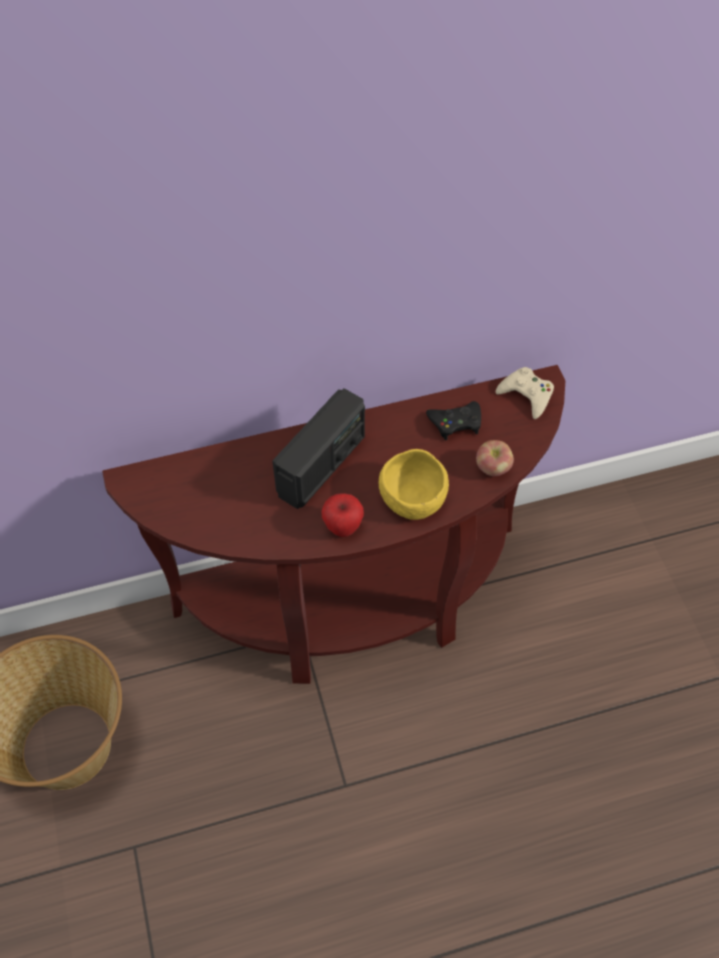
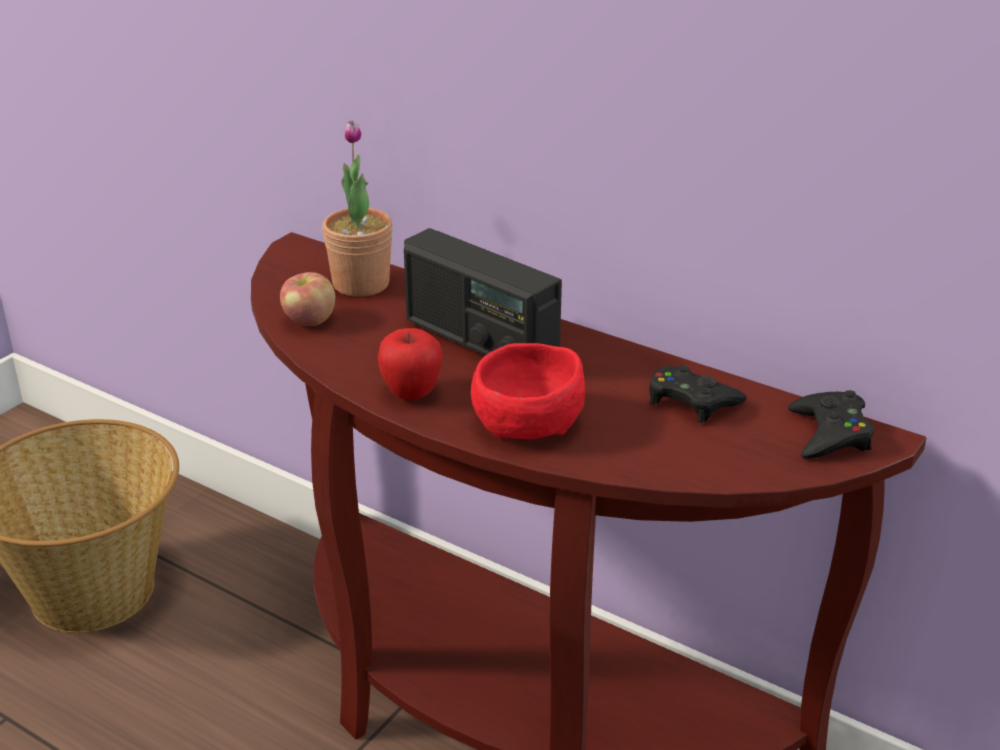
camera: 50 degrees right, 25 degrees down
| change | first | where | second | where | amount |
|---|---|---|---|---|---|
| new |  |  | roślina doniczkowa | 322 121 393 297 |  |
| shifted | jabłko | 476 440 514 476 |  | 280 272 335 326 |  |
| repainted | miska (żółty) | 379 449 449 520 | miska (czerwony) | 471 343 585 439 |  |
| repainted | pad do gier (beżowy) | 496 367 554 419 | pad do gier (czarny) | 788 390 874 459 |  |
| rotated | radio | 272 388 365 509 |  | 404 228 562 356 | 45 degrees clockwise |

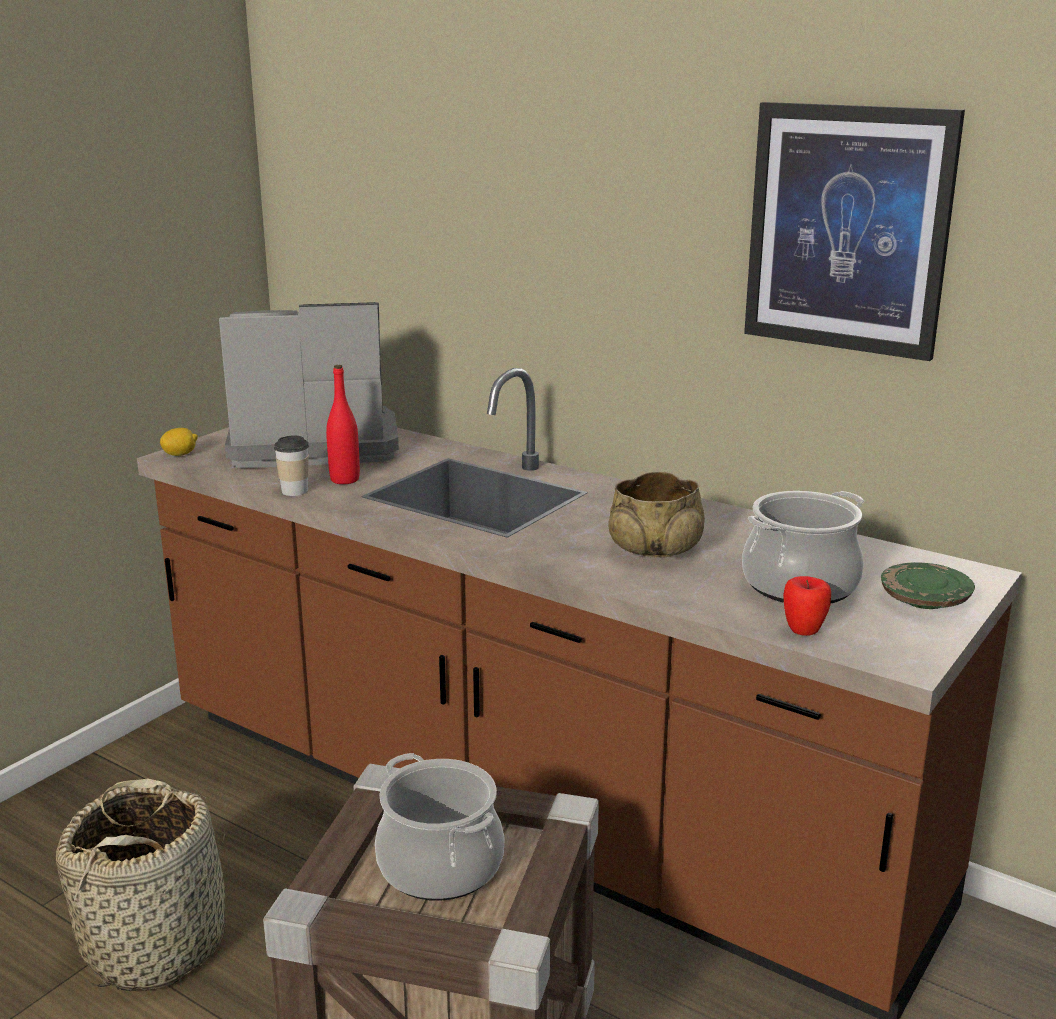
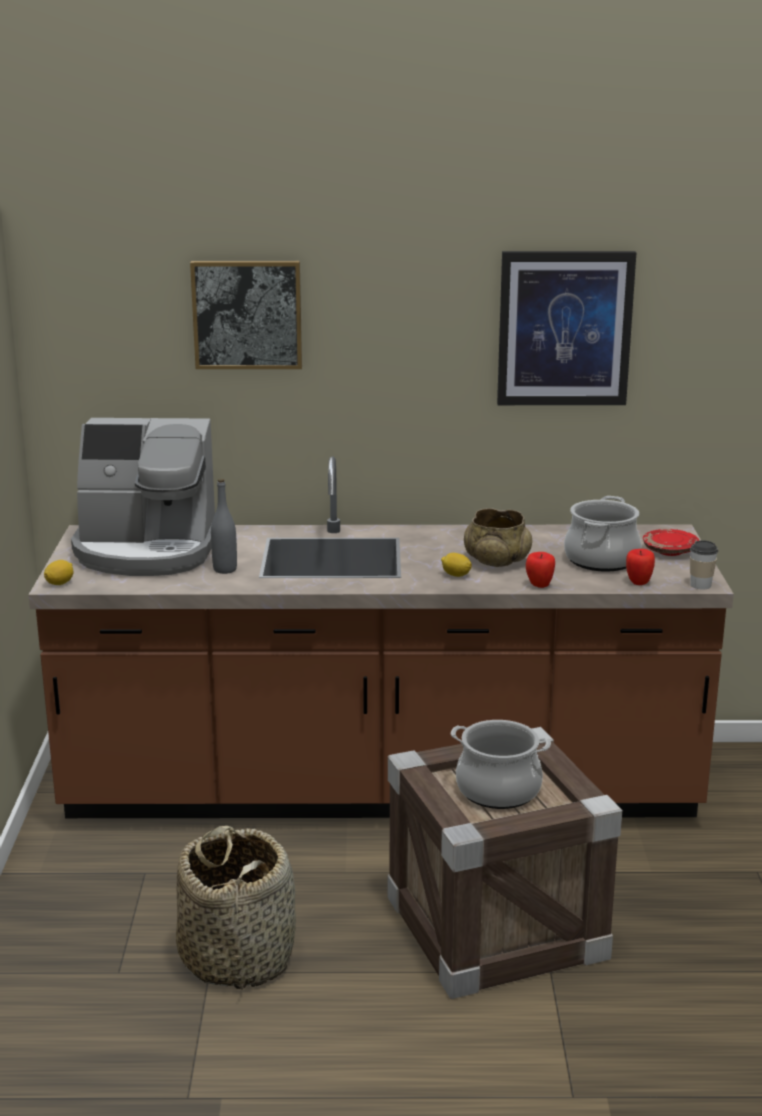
camera: 35 degrees left, 0 degrees up
| change | first | where | second | where | amount |
|---|---|---|---|---|---|
| new |  |  | obraz | 190 261 302 369 |  |
| new |  |  | cytryna | 441 553 472 577 |  |
| new |  |  | jabłko | 526 552 555 588 |  |
| shifted | filiżanka | 274 435 309 496 |  | 690 540 718 589 |  |
| repainted | butelka (czerwony) | 326 365 360 484 | butelka (szary) | 211 479 237 574 |  |
| repainted | talerz (zielony) | 881 562 975 609 | talerz (czerwony) | 643 529 699 556 |  |
| rotated | ekspres do kawy | 219 302 399 468 |  | 71 418 215 576 | 135 degrees counterclockwise |

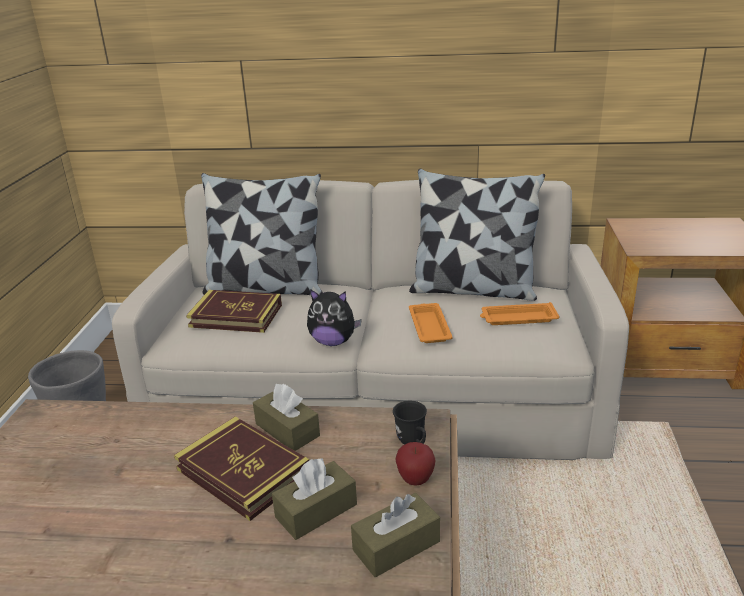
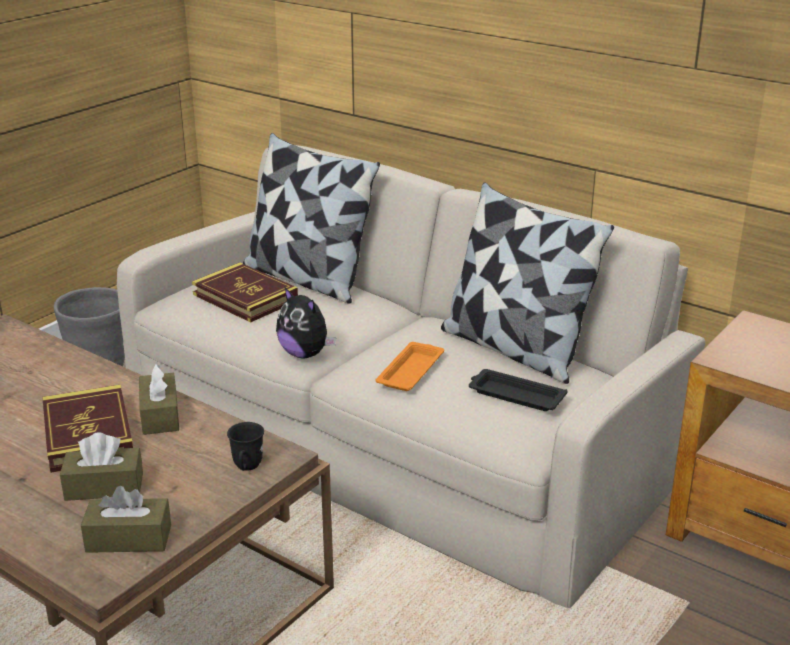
camera: 30 degrees right, 0 degrees up
| change | first | where | second | where | amount |
|---|---|---|---|---|---|
| gone | jabłko | 395 442 436 486 |  |  |  |
| repainted | taca (pomarańczowy) | 480 302 560 325 | taca (czarny) | 469 369 567 411 |  |

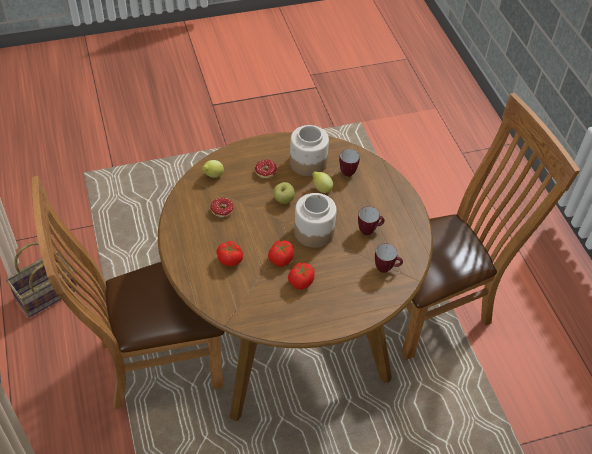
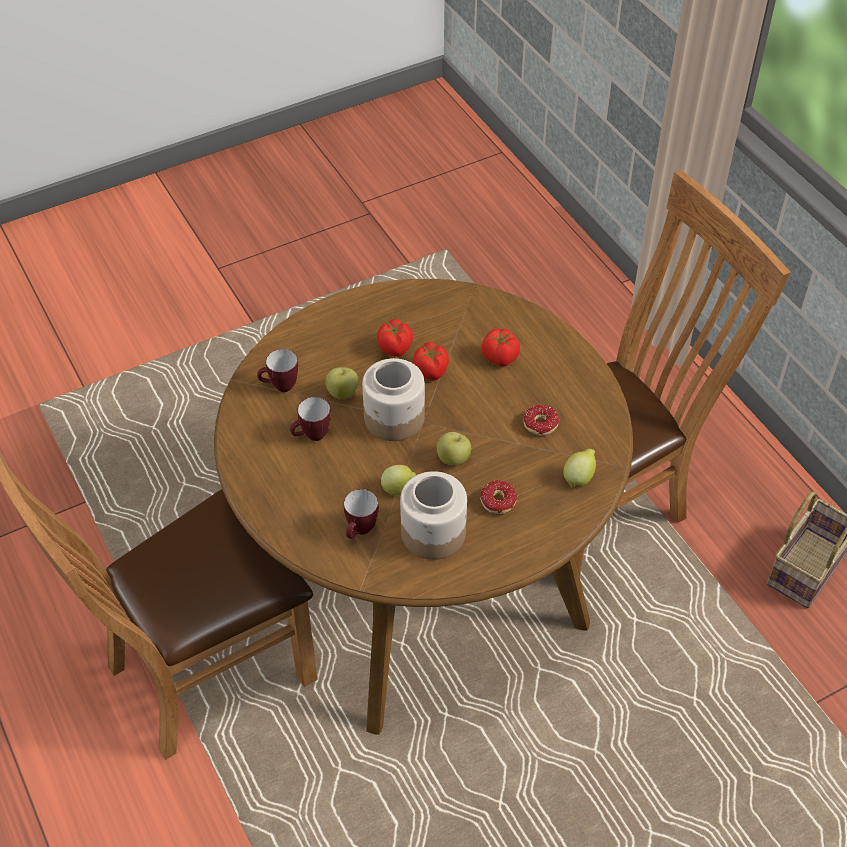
camera: 170 degrees right, 0 degrees up
| change | first | where | second | where | amount |
|---|---|---|---|---|---|
| new |  |  | jabłko | 325 367 359 399 |  |

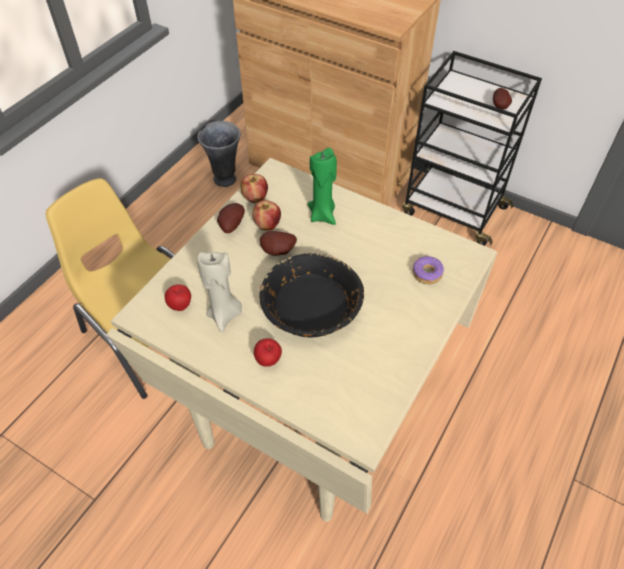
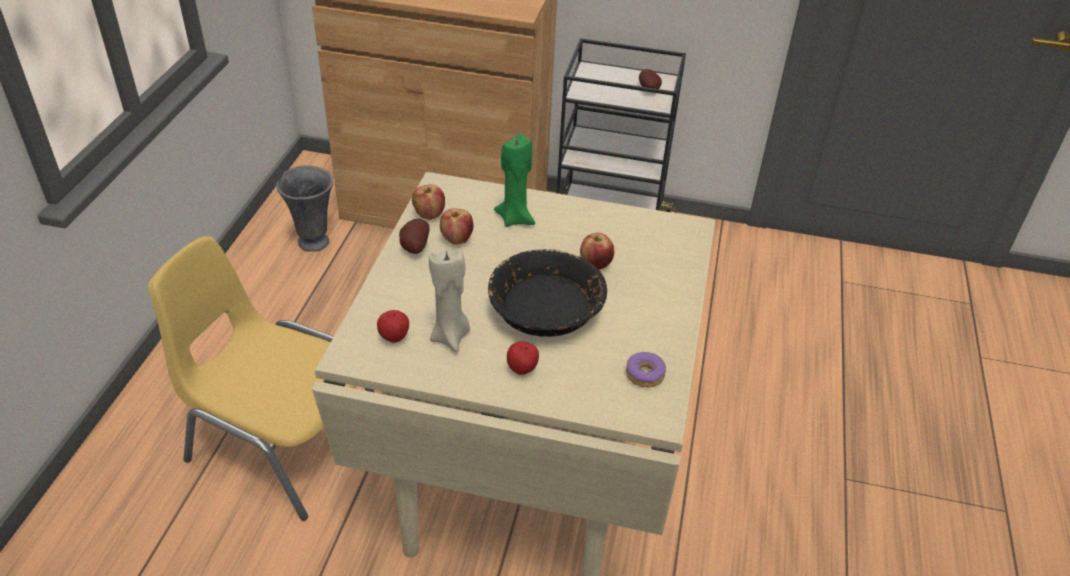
camera: 20 degrees left, 10 degrees down
| change | first | where | second | where | amount |
|---|---|---|---|---|---|
| gone | ziemniak | 260 231 297 256 |  |  |  |
| new |  |  | jabłko | 580 233 614 270 |  |
| shifted | donut | 413 256 444 285 |  | 626 352 666 387 |  |

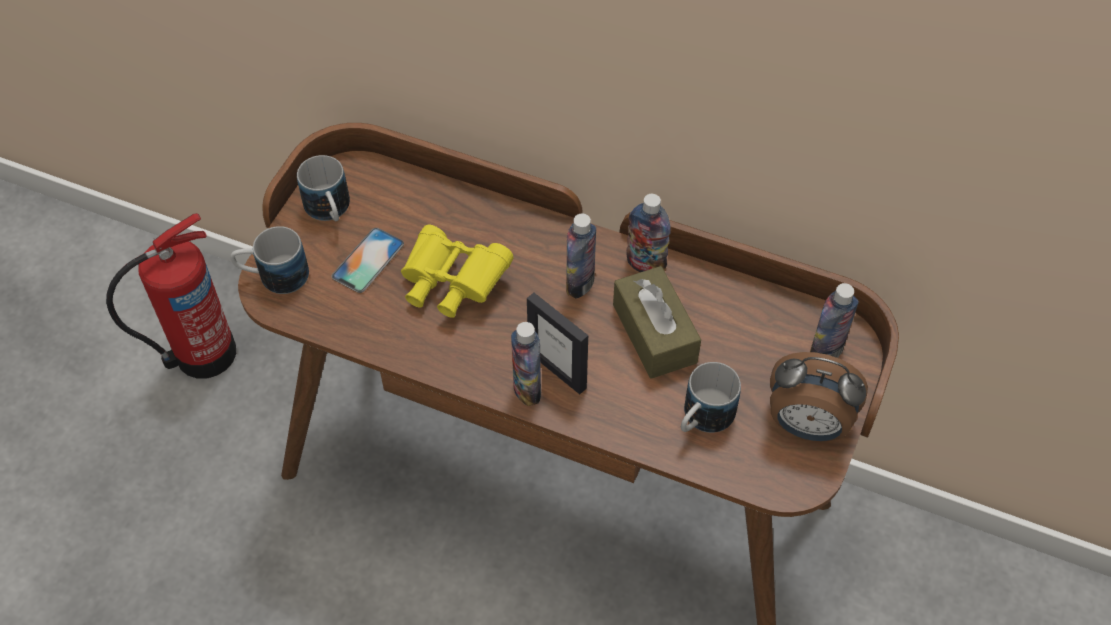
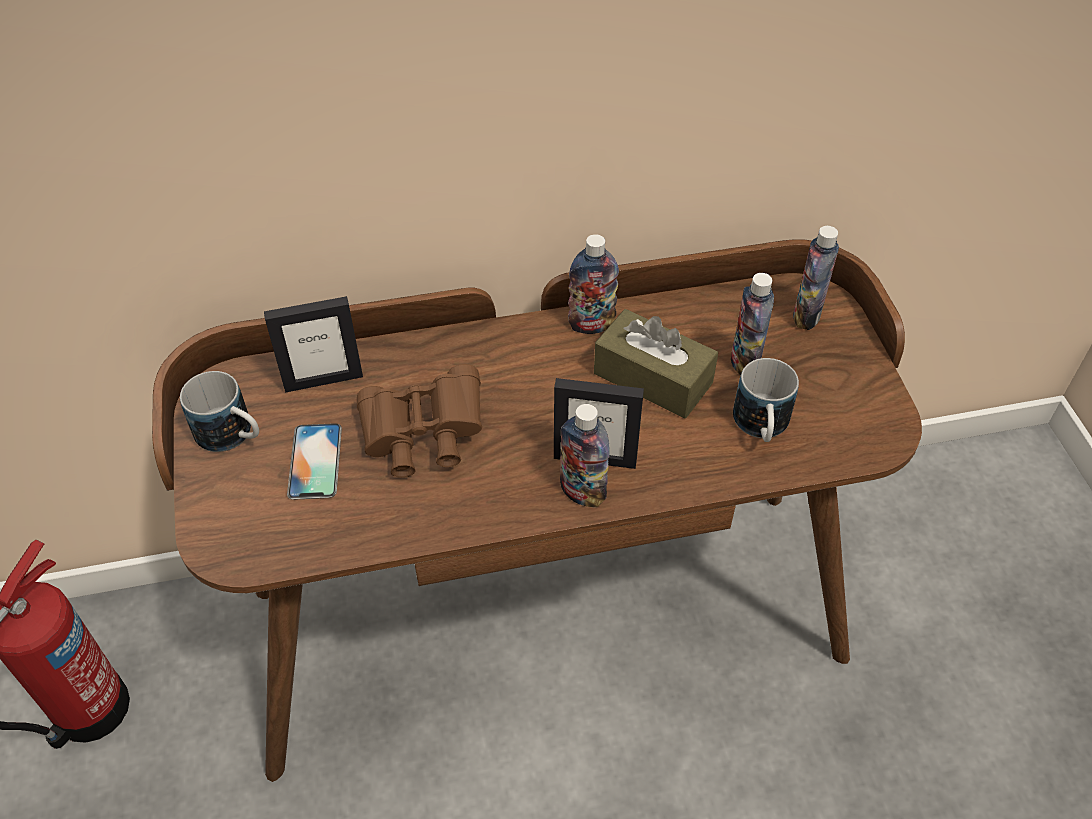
camera: 35 degrees left, 5 degrees down
| change | first | where | second | where | amount |
|---|---|---|---|---|---|
| gone | kubek | 230 226 309 294 |  |  |  |
| gone | budzik | 770 352 868 441 |  |  |  |
| new |  |  | ramka na zdjęcie | 264 296 363 392 |  |
| shifted | butelka | 566 214 596 299 |  | 731 273 774 376 |  |
| repainted | lornetka (żółty) | 401 225 513 318 | lornetka (brązowy) | 357 364 482 478 |  |

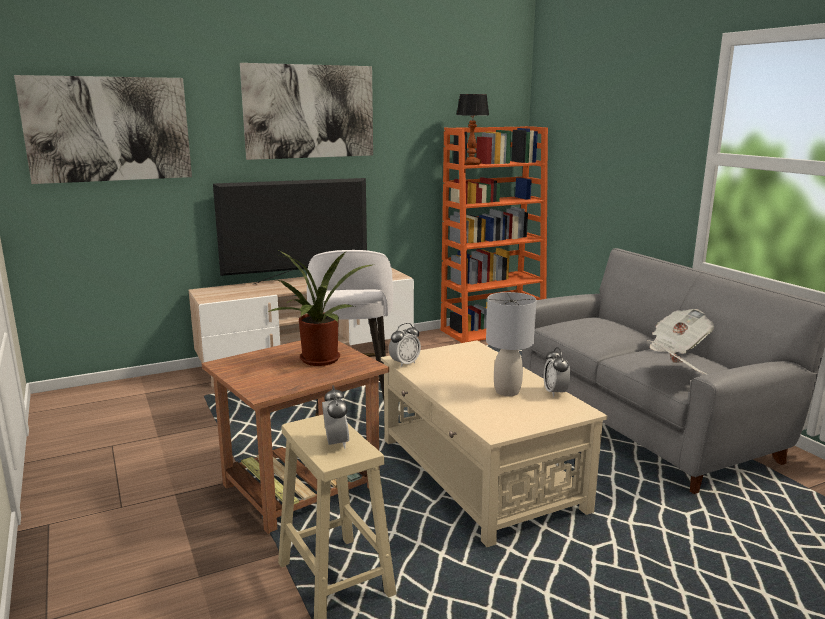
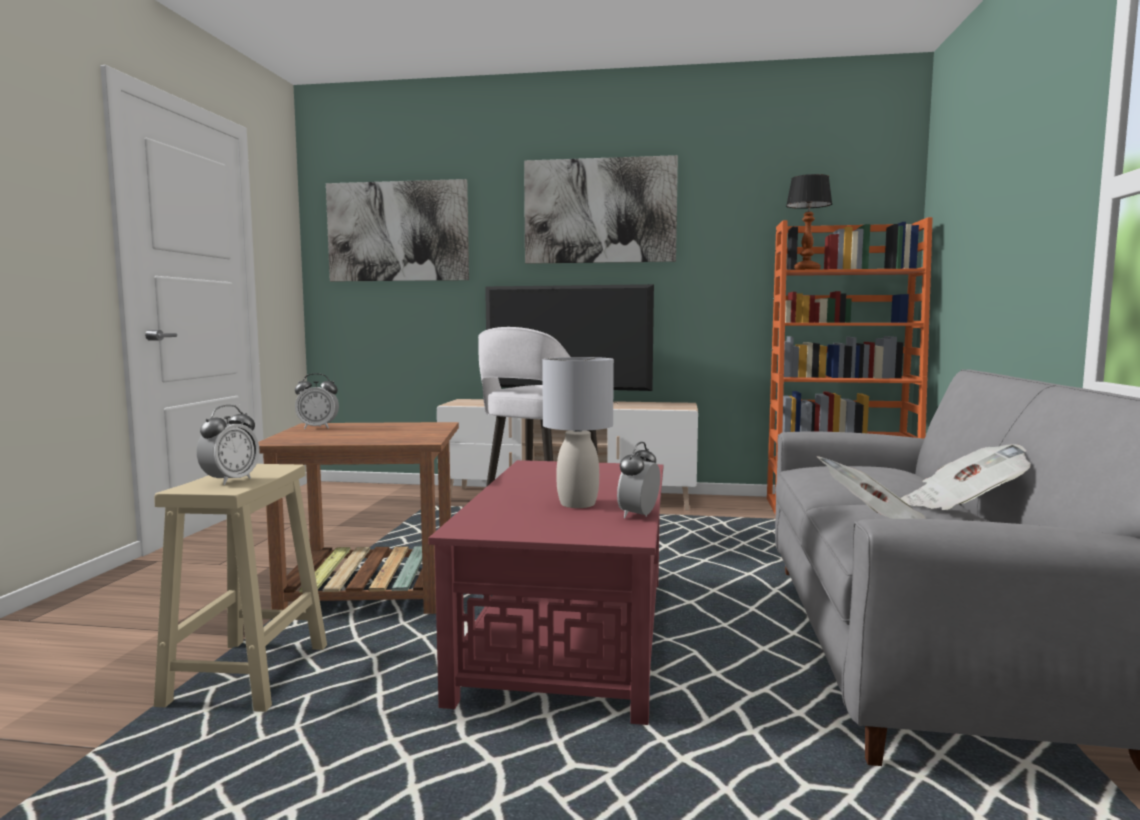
camera: 35 degrees right, 10 degrees down
| change | first | where | second | where | amount |
|---|---|---|---|---|---|
| gone | roślina doniczkowa | 268 250 372 366 |  |  |  |
| shifted | budzik | 389 323 421 367 |  | 295 373 339 429 |  |
| repainted | ława (beżowy) | 381 341 607 547 | ława (czerwony) | 428 460 663 725 |  |

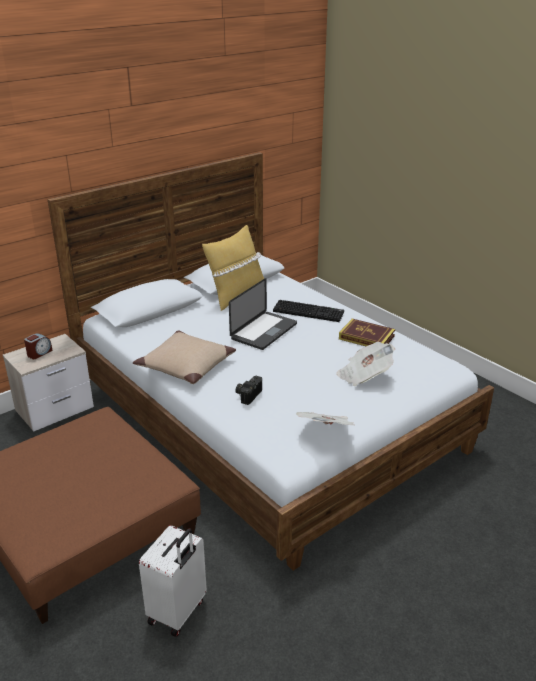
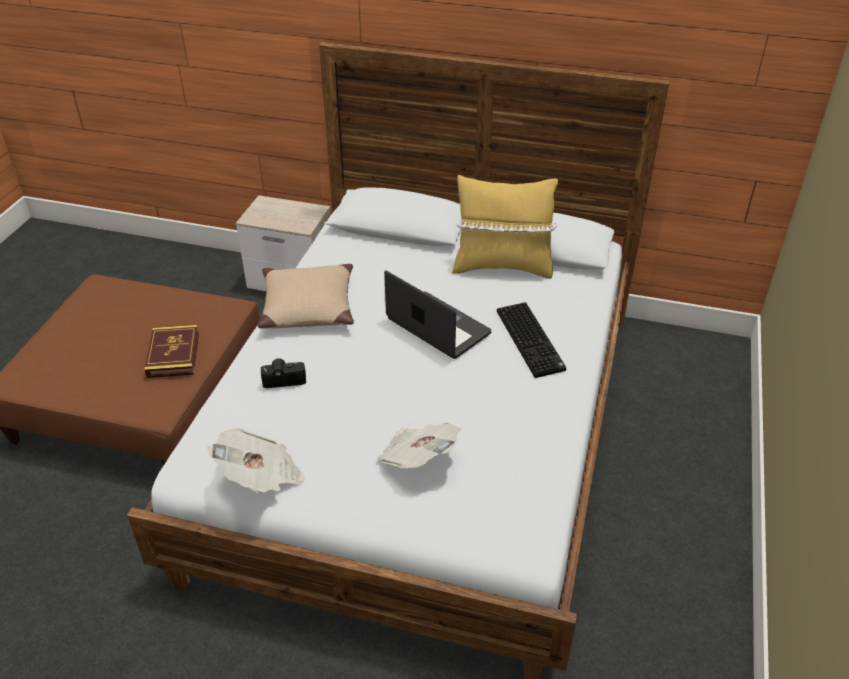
camera: 55 degrees right, 10 degrees up
| change | first | where | second | where | amount |
|---|---|---|---|---|---|
| gone | budzik | 24 333 52 359 |  |  |  |
| gone | walizka (biały) | 139 525 207 637 |  |  |  |
| shifted | książka | 339 319 395 346 |  | 144 325 199 378 |  |
| rotated | laptop | 229 278 297 350 |  | 384 270 491 359 | 135 degrees counterclockwise |

